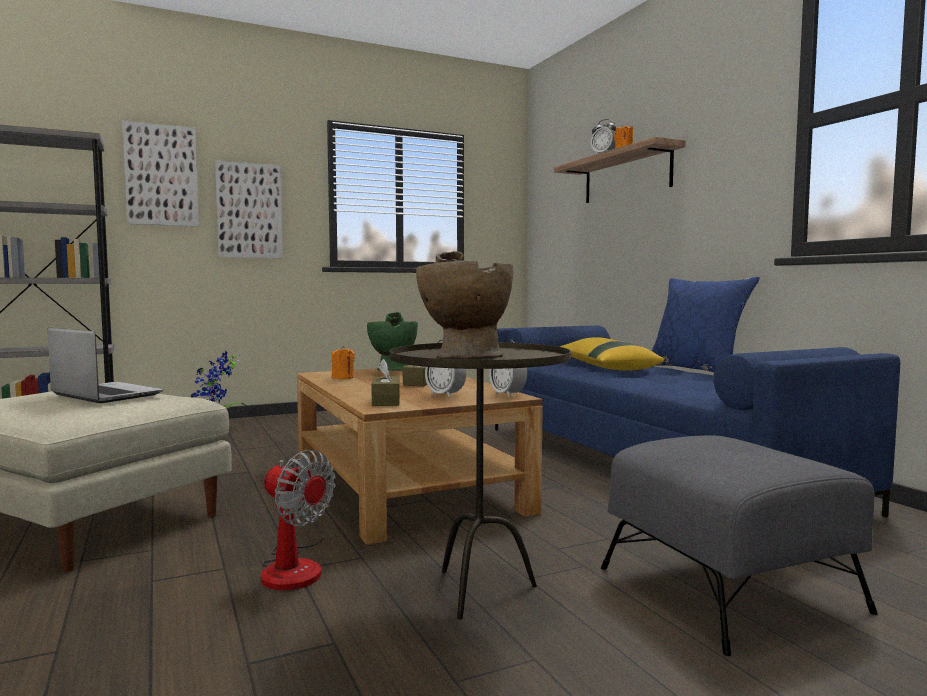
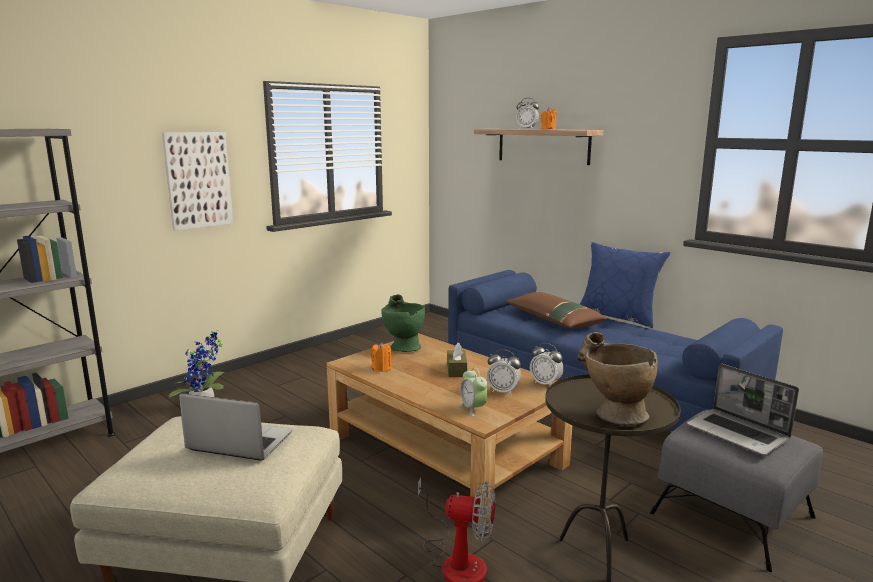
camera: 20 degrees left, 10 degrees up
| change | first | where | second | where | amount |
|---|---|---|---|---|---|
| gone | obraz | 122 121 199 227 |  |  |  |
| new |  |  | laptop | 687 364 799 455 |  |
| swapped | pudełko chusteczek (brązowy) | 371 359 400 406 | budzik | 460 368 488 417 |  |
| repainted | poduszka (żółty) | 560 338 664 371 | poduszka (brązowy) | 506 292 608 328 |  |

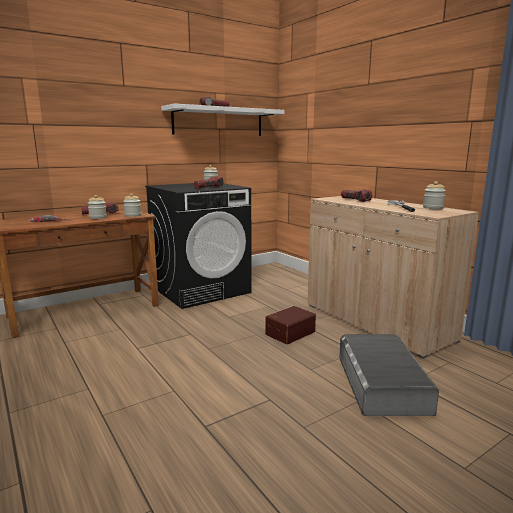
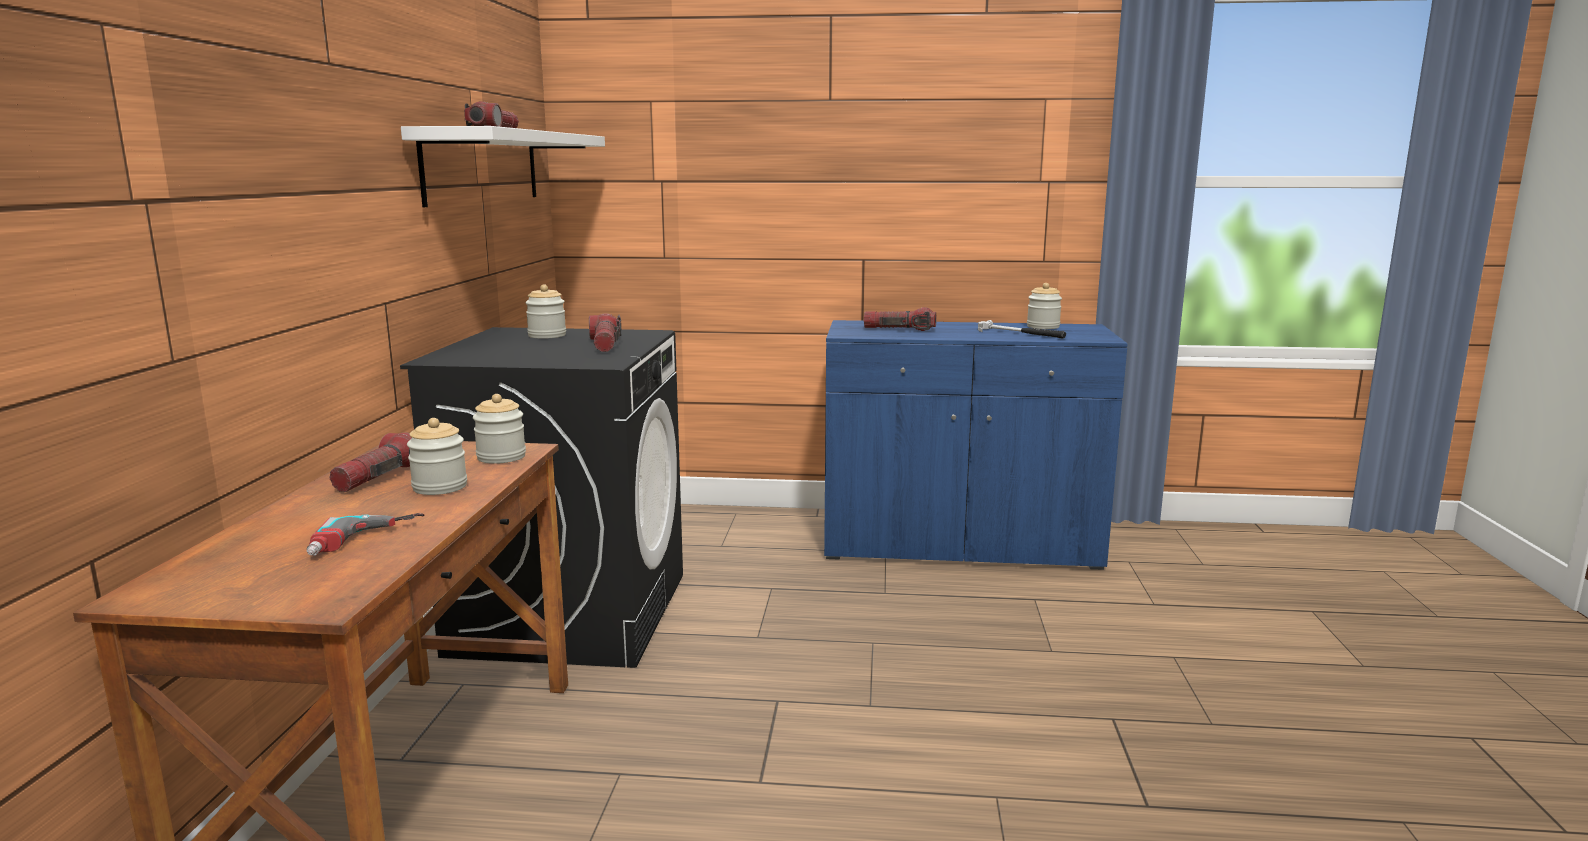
camera: 50 degrees left, 0 degrees up
| change | first | where | second | where | amount |
|---|---|---|---|---|---|
| gone | pojemnik do przechowywania (brązowy) | 265 306 316 344 |  |  |  |
| gone | pojemnik do przechowywania (szary) | 339 334 439 416 |  |  |  |
| repainted | szafka (beżowy) | 307 196 479 358 | szafka (niebieski) | 824 320 1128 570 |  |

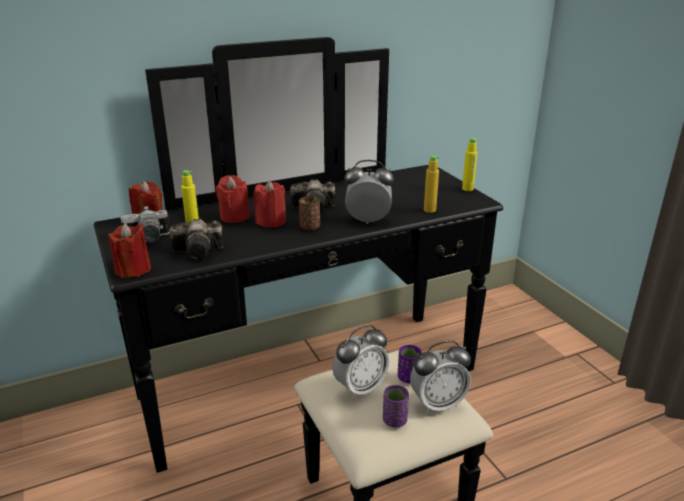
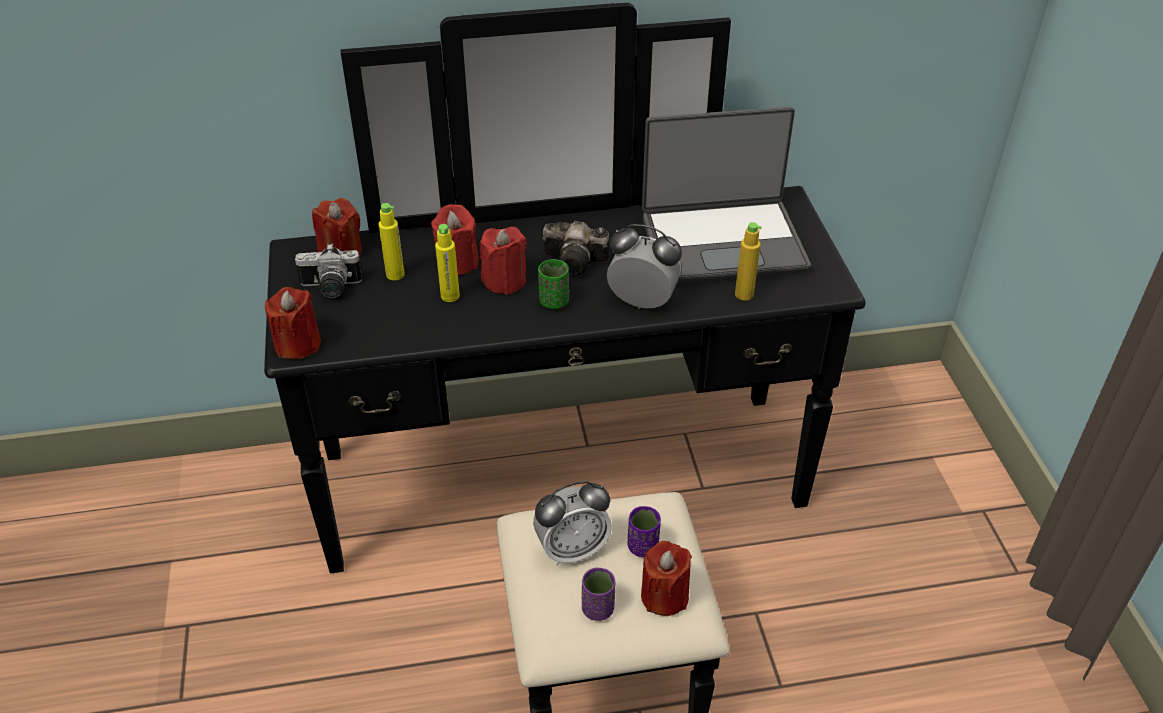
camera: 15 degrees right, 15 degrees up
| change | first | where | second | where | amount |
|---|---|---|---|---|---|
| gone | aparat fotograficzny | 169 219 224 260 |  |  |  |
| new |  |  | laptop | 642 107 811 283 |  |
| shifted | butelka (żółty) | 462 138 478 191 |  | 435 224 460 302 |  |
| swapped | budzik | 410 341 471 414 | świeca (czerwony) | 641 541 692 616 |  |
| repainted | filiżanka (brązowy) | 299 196 320 231 | filiżanka (zielony) | 538 259 569 309 |  |

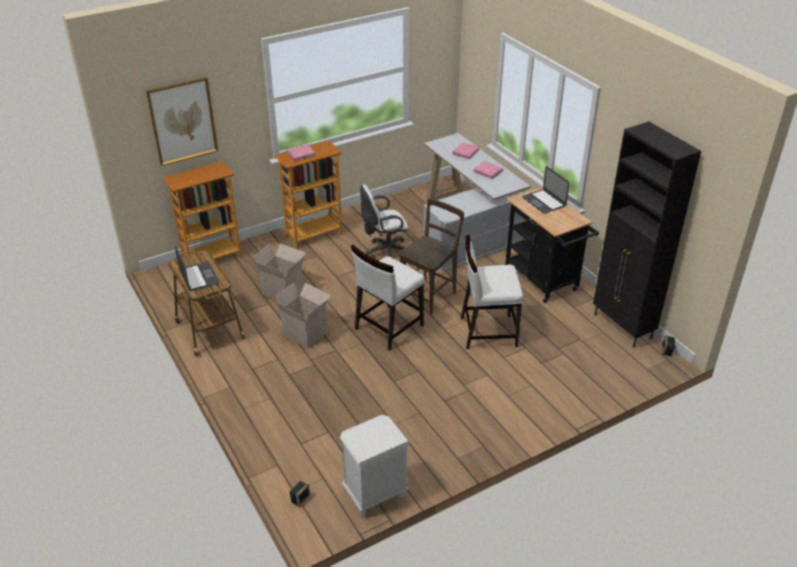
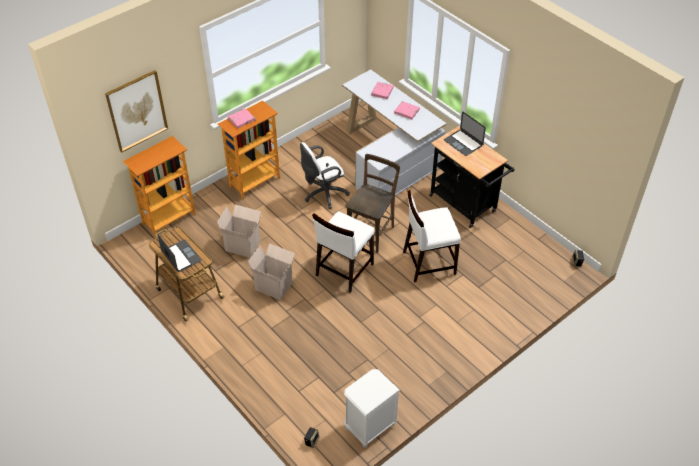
camera: 10 degrees left, 10 degrees up
| change | first | where | second | where | amount |
|---|---|---|---|---|---|
| gone | szafka (czarny) | 593 121 701 348 |  |  |  |

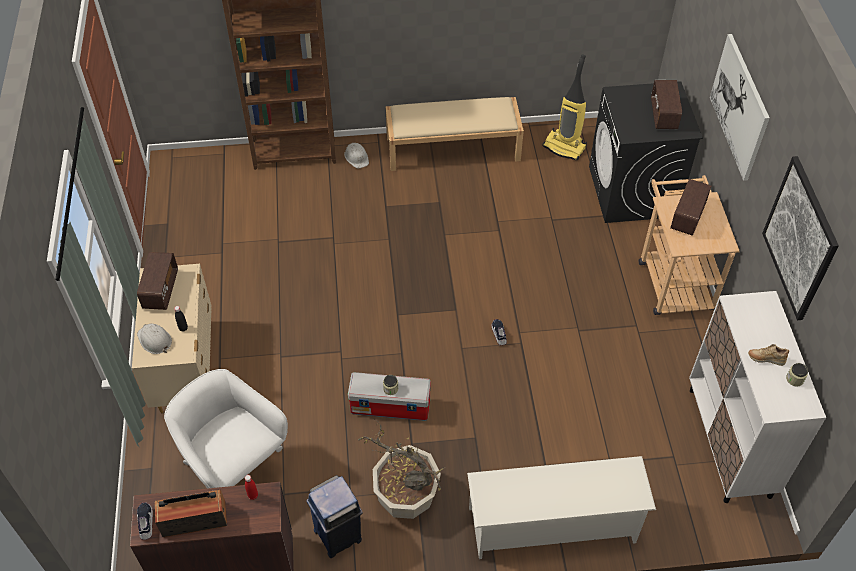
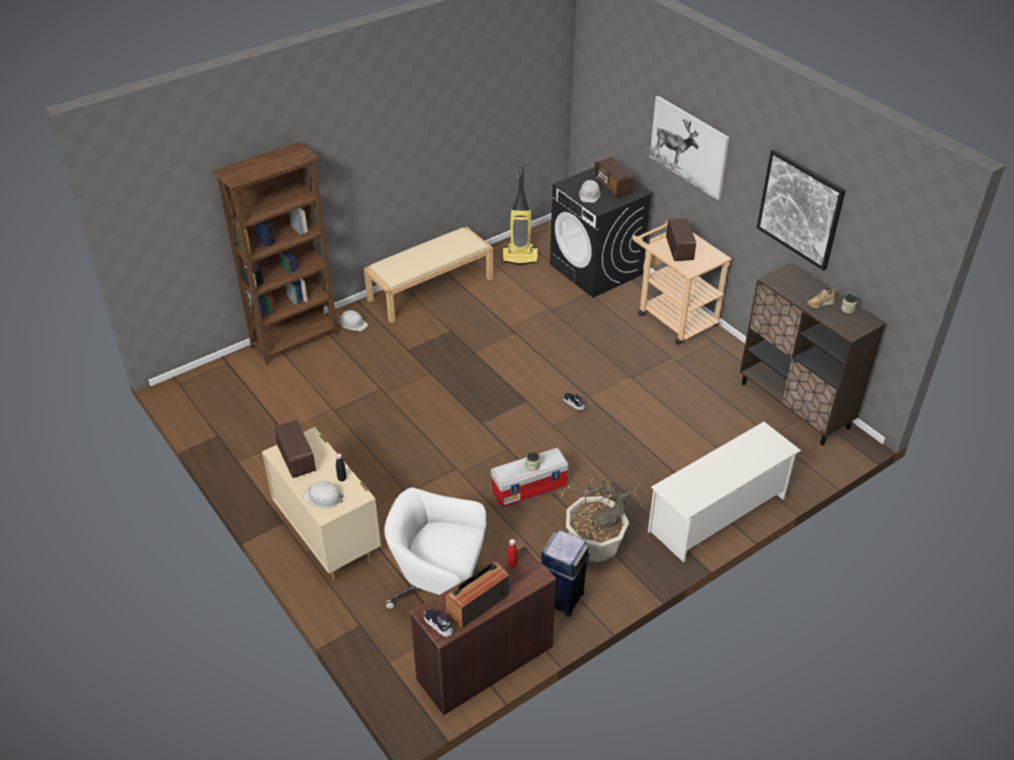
camera: 30 degrees left, 10 degrees down
| change | first | where | second | where | amount |
|---|---|---|---|---|---|
| new |  |  | kask (biały) | 579 180 601 203 |  |
| repainted | szafka (biały) | 689 291 826 503 | szafka (brązowy) | 740 262 886 445 |  |

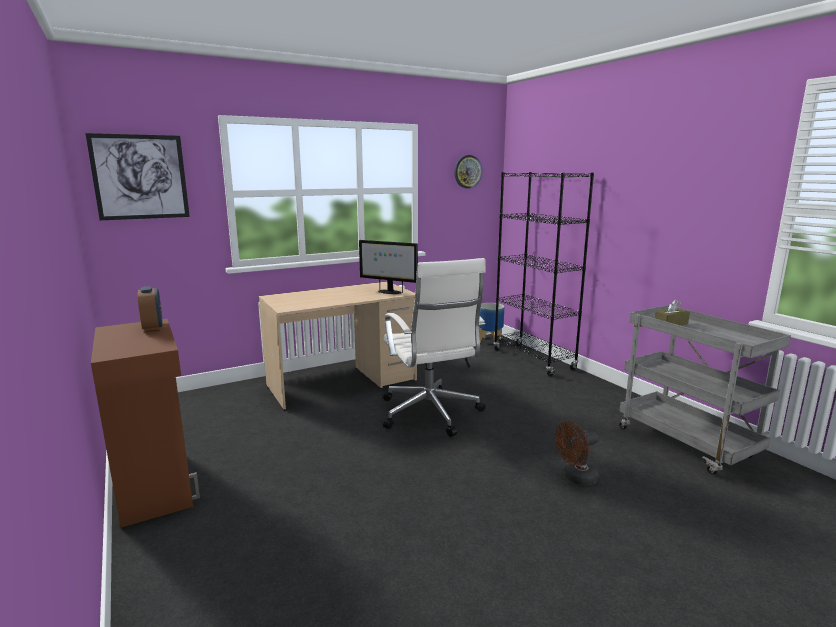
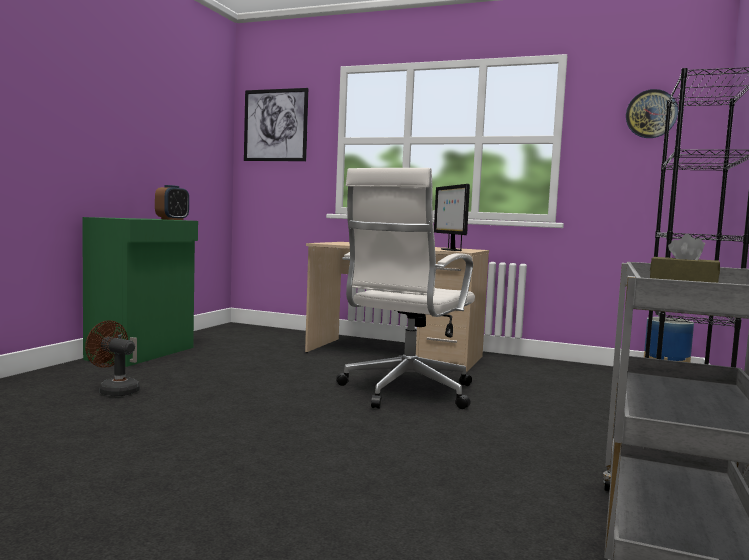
camera: 50 degrees right, 10 degrees down
| change | first | where | second | where | amount |
|---|---|---|---|---|---|
| shifted | wentylator (brązowy) | 555 422 598 485 |  | 85 320 140 396 |  |
| repainted | szafka (brązowy) | 91 319 200 527 | szafka (zielony) | 82 217 198 367 |  |

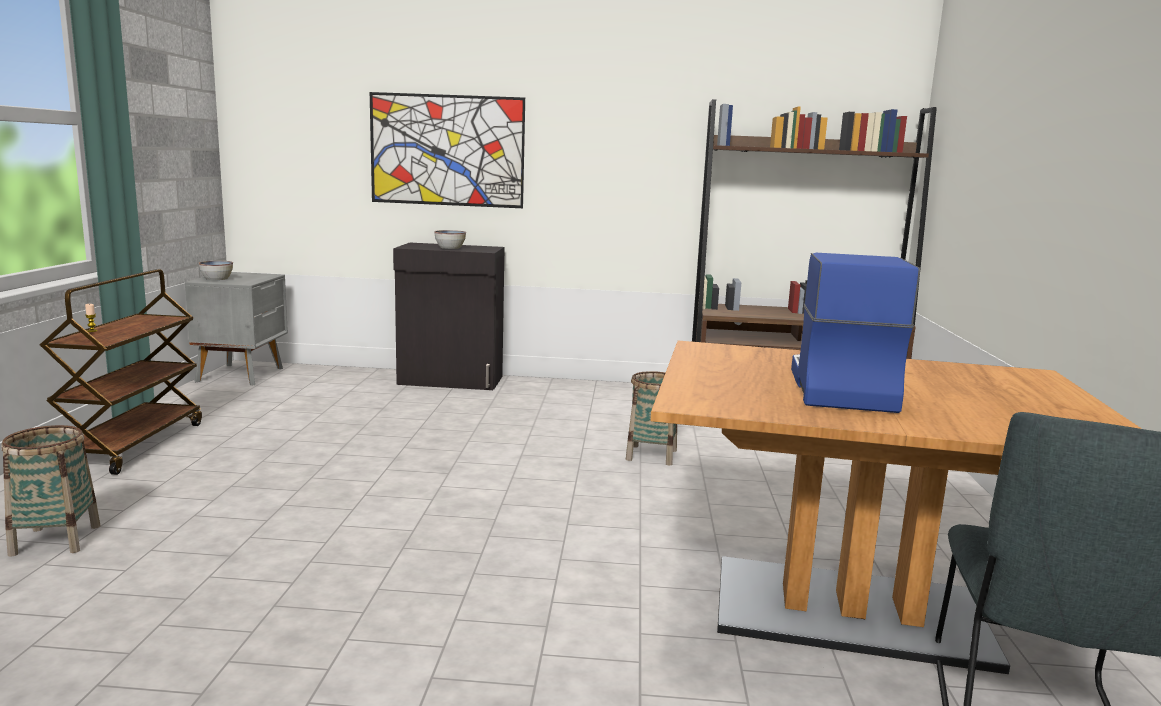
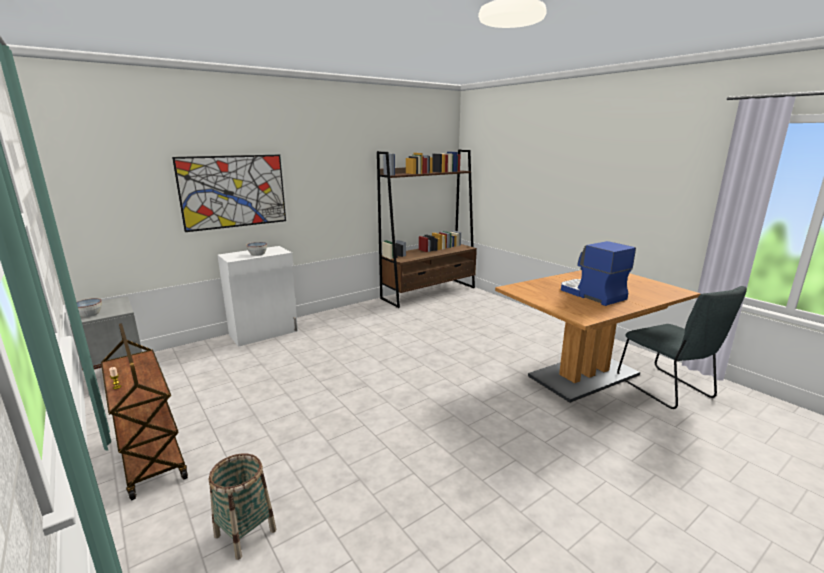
camera: 40 degrees left, 5 degrees up
| change | first | where | second | where | amount |
|---|---|---|---|---|---|
| gone | koszyk | 626 371 677 465 |  |  |  |
| repainted | szafka (czarny) | 393 243 505 390 | szafka (biały) | 217 246 298 347 |  |

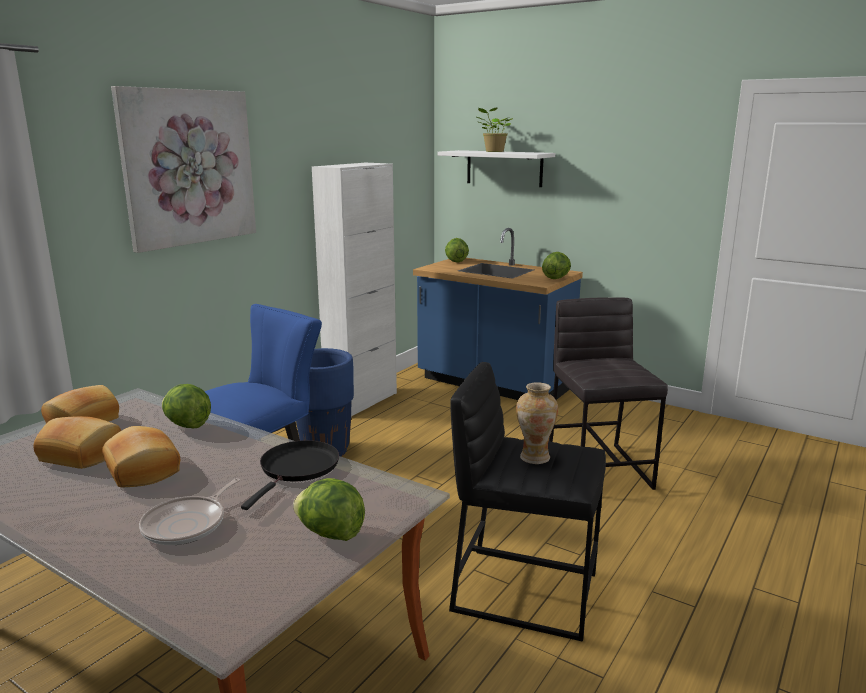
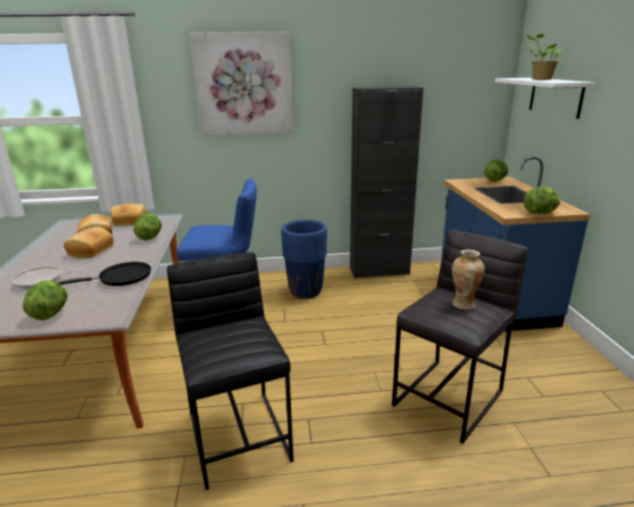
camera: 50 degrees right, 5 degrees up
| change | first | where | second | where | amount |
|---|---|---|---|---|---|
| shifted | wazon | 516 382 558 464 |  | 452 249 485 310 |  |
| repainted | szafka (biały) | 312 163 397 417 | szafka (czarny) | 350 86 423 278 |  |

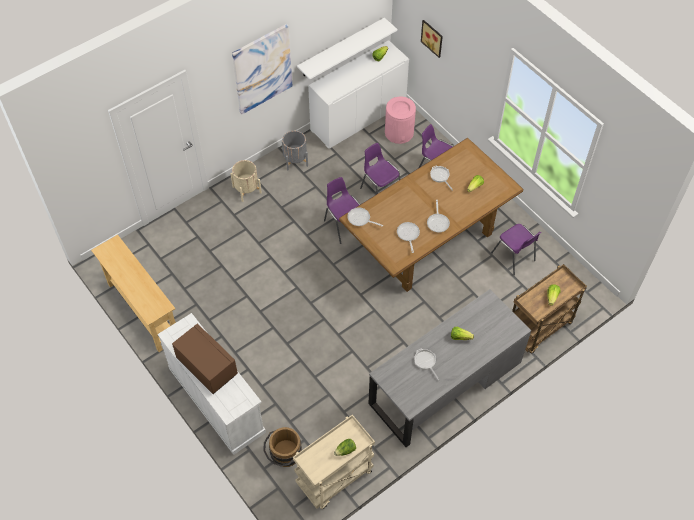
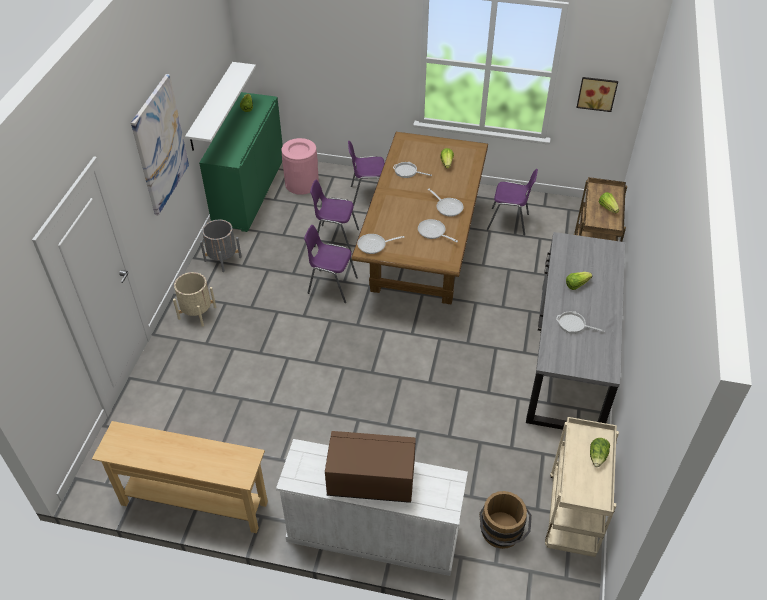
camera: 40 degrees left, 10 degrees down
| change | first | where | second | where | amount |
|---|---|---|---|---|---|
| shifted | obraz | 421 20 443 58 |  | 577 77 618 112 |  |
| repainted | szafka (biały) | 308 40 409 149 | szafka (zielony) | 199 92 283 232 |  |

